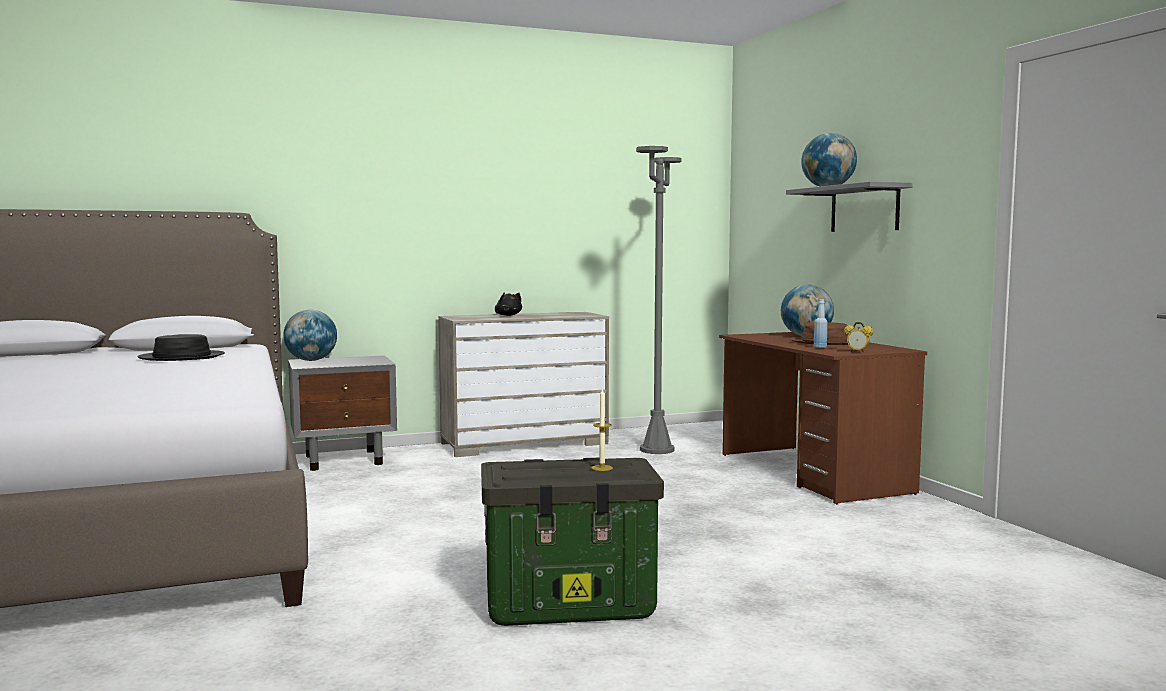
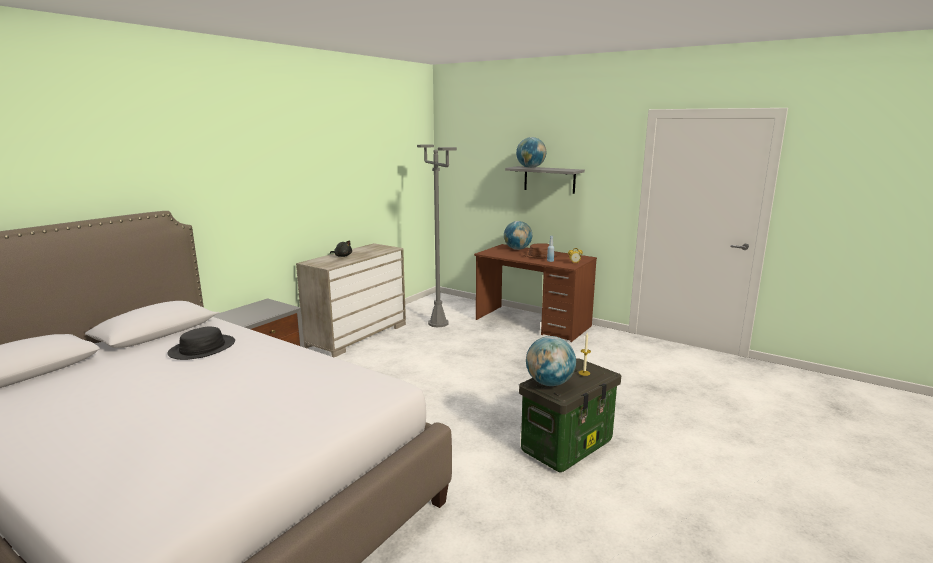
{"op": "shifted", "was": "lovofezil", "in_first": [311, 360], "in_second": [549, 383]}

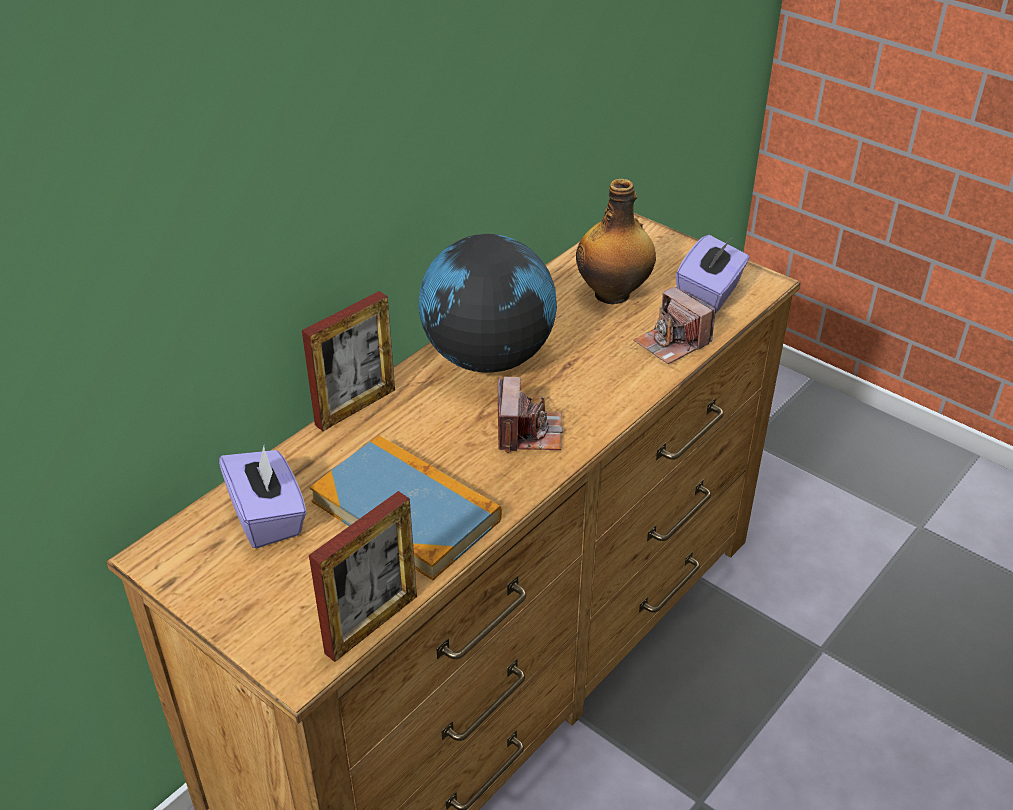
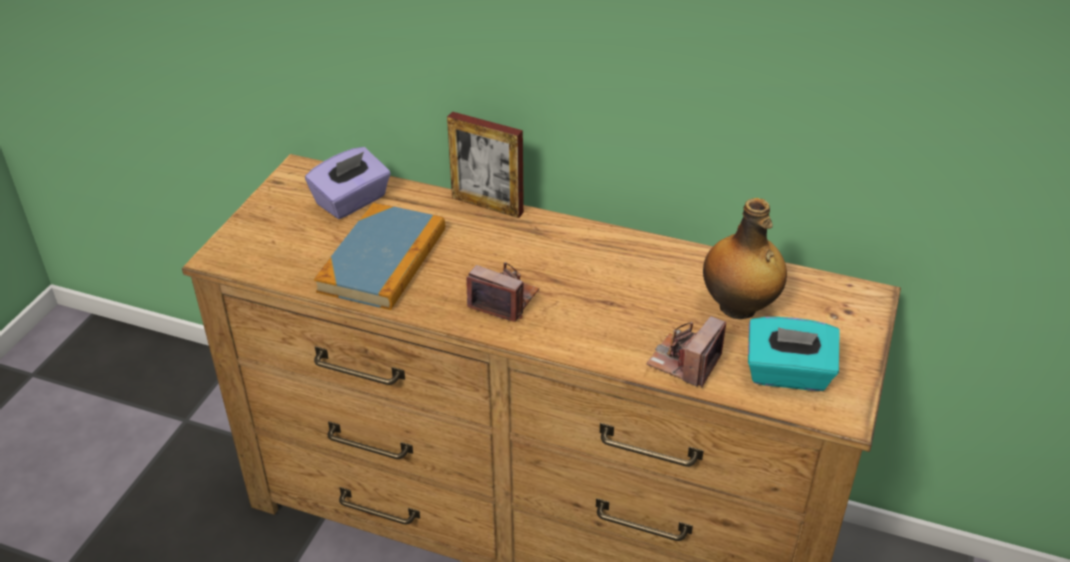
{"op": "gone", "was": "lovofezil", "in_first": [488, 358]}
{"op": "repainted", "was": "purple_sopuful", "now": "turquoise_sopuful", "in_first": [709, 294], "in_second": [788, 374]}
{"op": "rotated", "was": "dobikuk", "in_first": [528, 432], "in_second": [503, 300], "clockwise": -135}
{"op": "gone", "was": "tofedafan", "in_first": [371, 624]}

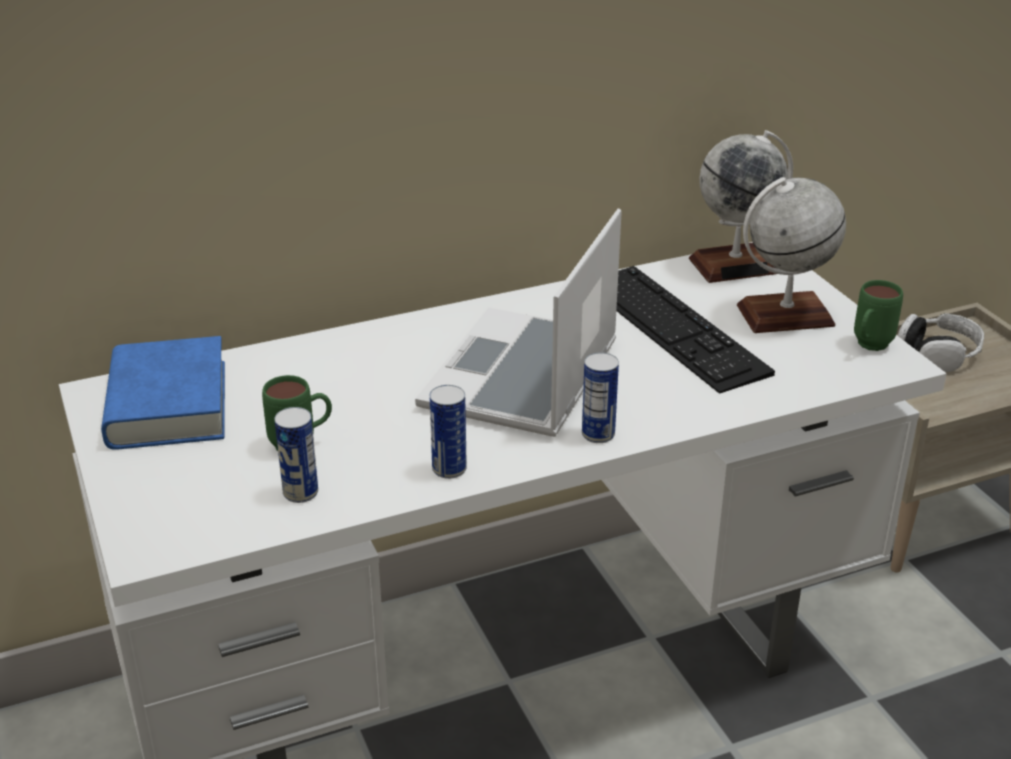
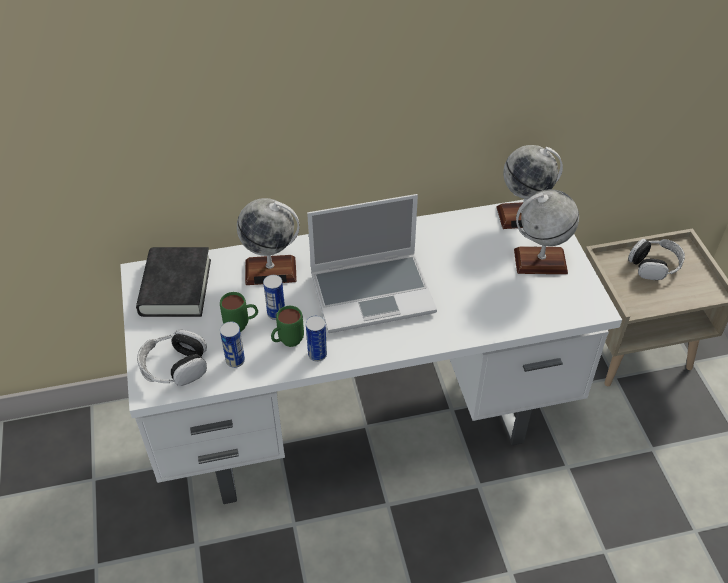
{"op": "rotated", "was": "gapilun", "in_first": [522, 378], "in_second": [373, 292], "clockwise": -135}
{"op": "gone", "was": "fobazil", "in_first": [673, 327]}
{"op": "shifted", "was": "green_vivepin", "in_first": [868, 347], "in_second": [287, 343]}
{"op": "repainted", "was": "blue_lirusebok", "now": "black_lirusebok", "in_first": [168, 405], "in_second": [175, 287]}
{"op": "shifted", "was": "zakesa", "in_first": [598, 434], "in_second": [276, 313]}
{"op": "new", "now": "lovofezil", "in_second": [271, 270]}
{"op": "new", "now": "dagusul", "in_second": [175, 367]}

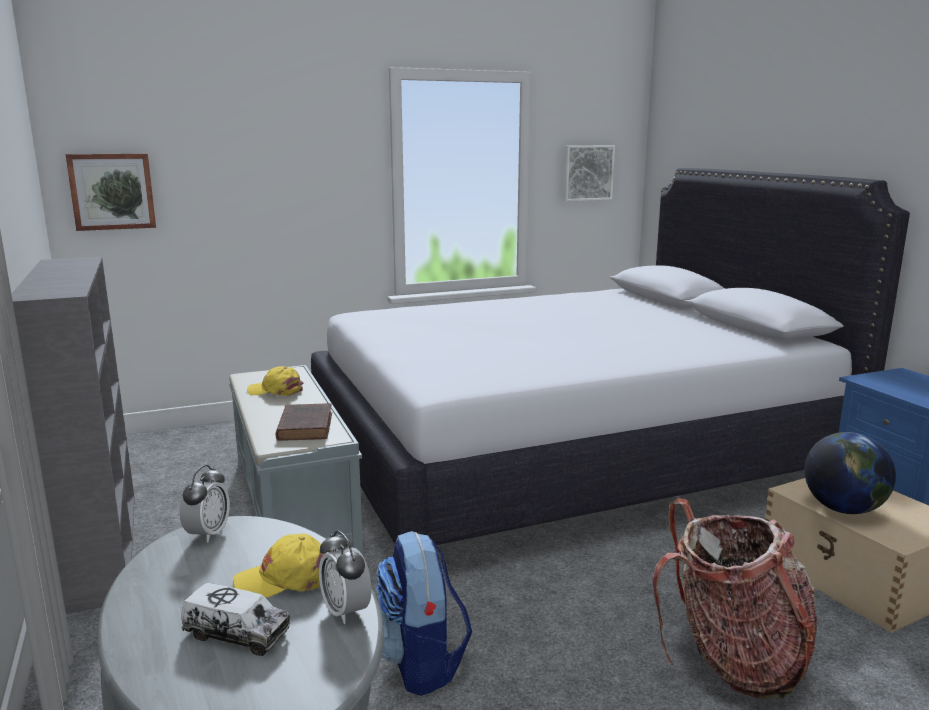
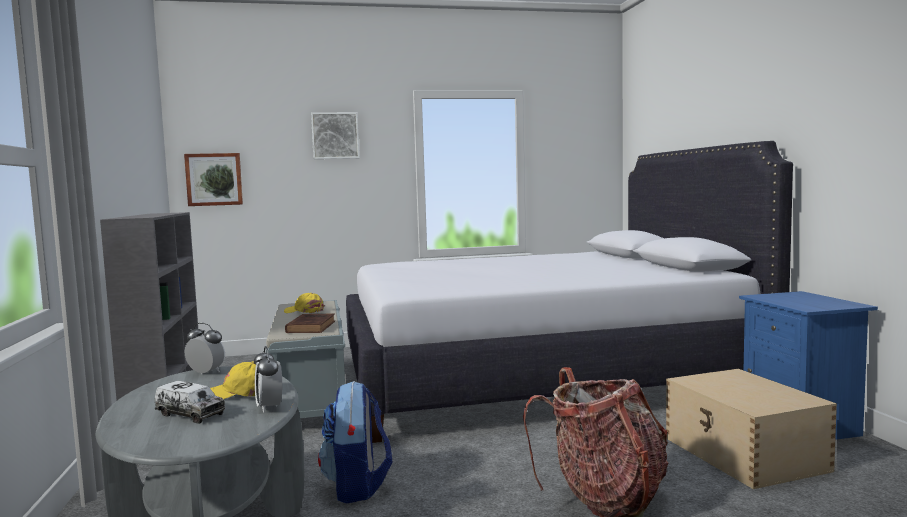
{"op": "shifted", "was": "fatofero", "in_first": [587, 172], "in_second": [335, 136]}
{"op": "gone", "was": "lovofezil", "in_first": [843, 509]}
{"op": "rotated", "was": "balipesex", "in_first": [208, 534], "in_second": [206, 373], "clockwise": -90}

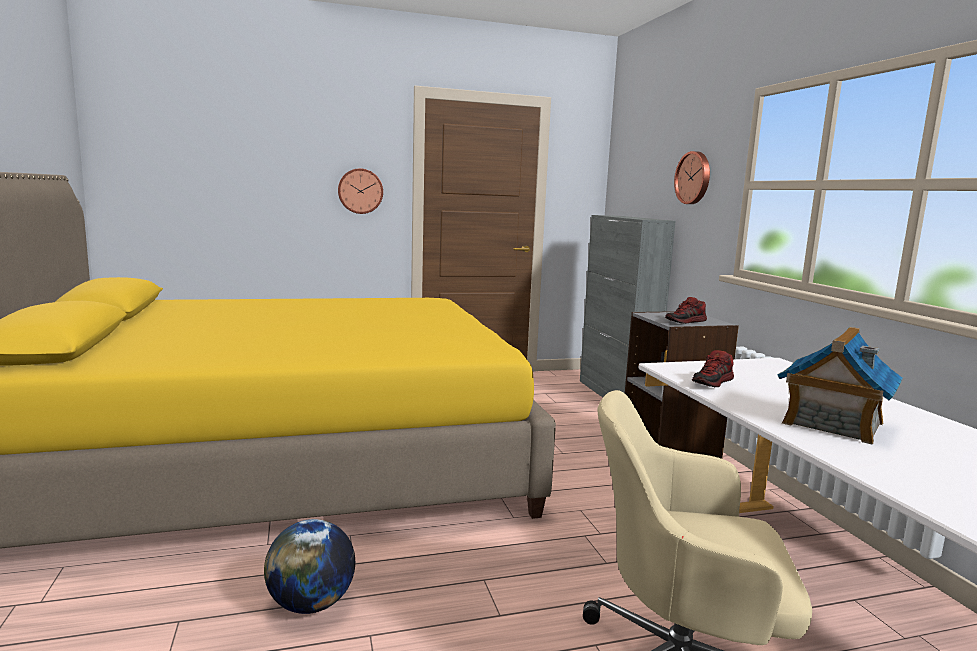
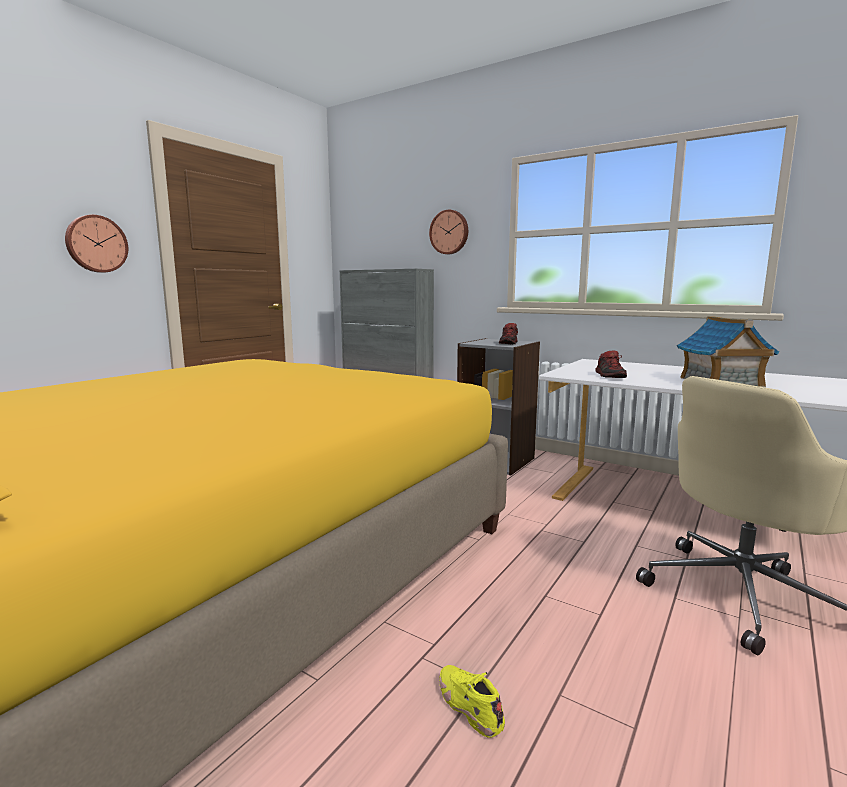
{"op": "swapped", "was": "lovofezil", "now": "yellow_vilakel", "in_first": [311, 604], "in_second": [468, 705]}

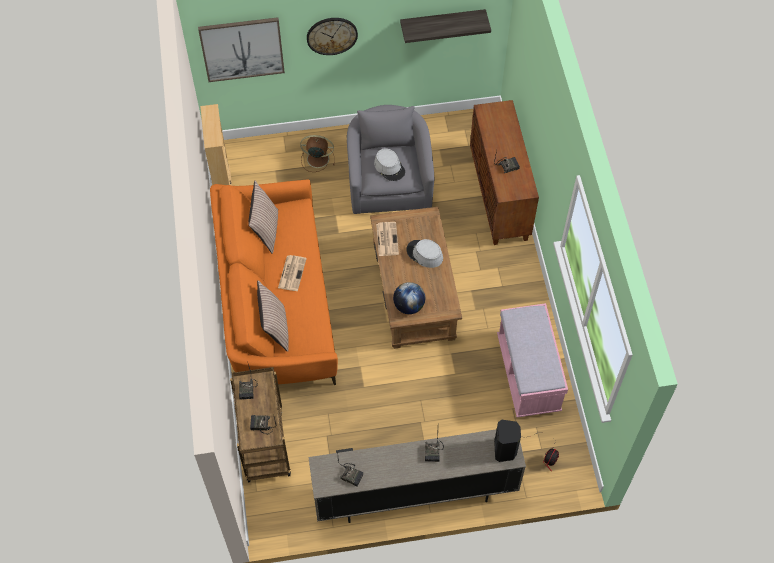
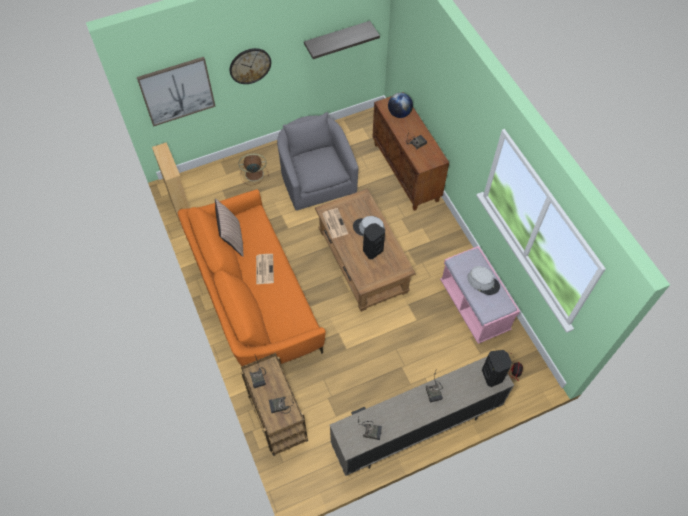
{"op": "shifted", "was": "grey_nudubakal", "in_first": [389, 167], "in_second": [483, 282]}
{"op": "gone", "was": "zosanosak", "in_first": [275, 328]}
{"op": "shifted", "was": "lovofezil", "in_first": [409, 306], "in_second": [399, 113]}
{"op": "new", "now": "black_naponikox", "in_second": [372, 250]}

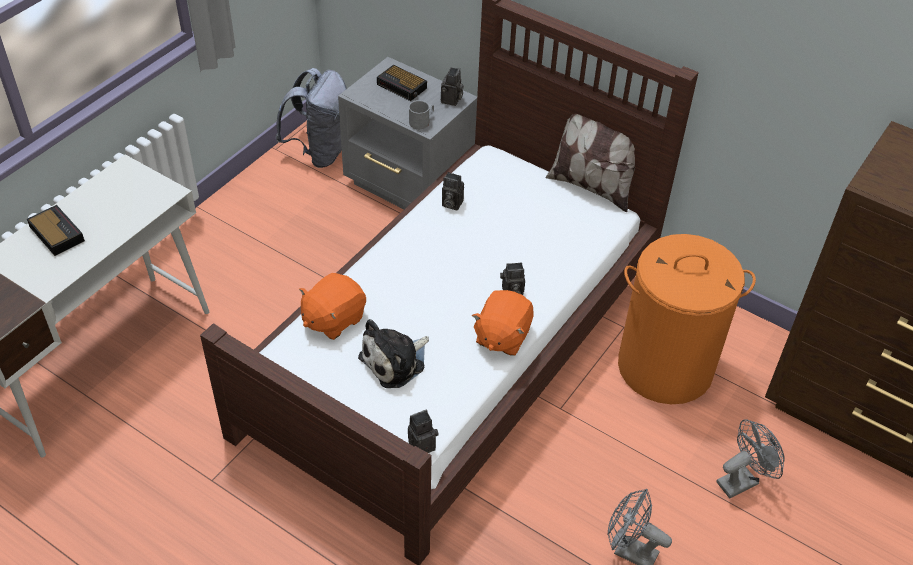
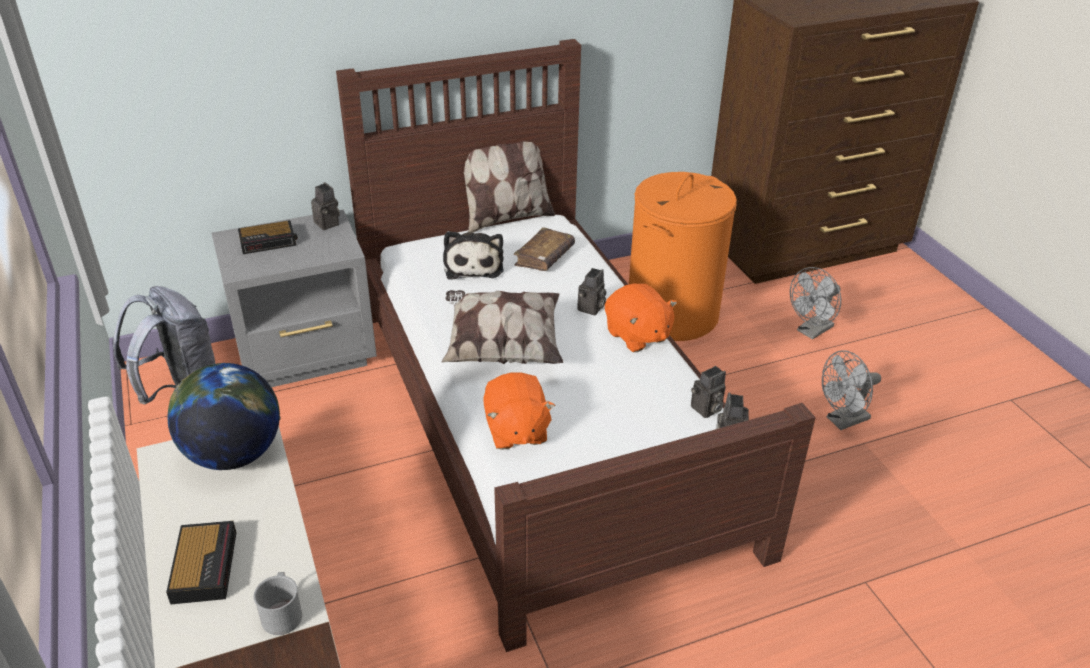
{"op": "shifted", "was": "grey_vivepin", "in_first": [422, 121], "in_second": [282, 612]}
{"op": "shifted", "was": "dobikuk", "in_first": [451, 203], "in_second": [706, 410]}
{"op": "rotated", "was": "balipesex", "in_first": [56, 233], "in_second": [205, 565], "clockwise": 90}
{"op": "shifted", "was": "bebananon", "in_first": [395, 361], "in_second": [473, 265]}
{"op": "rotated", "was": "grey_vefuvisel", "in_first": [742, 480], "in_second": [811, 331], "clockwise": -135}
{"op": "new", "now": "brown_lirusebok", "in_second": [544, 257]}
{"op": "new", "now": "zosanosak", "in_second": [502, 347]}
{"op": "new", "now": "lovofezil", "in_second": [234, 455]}

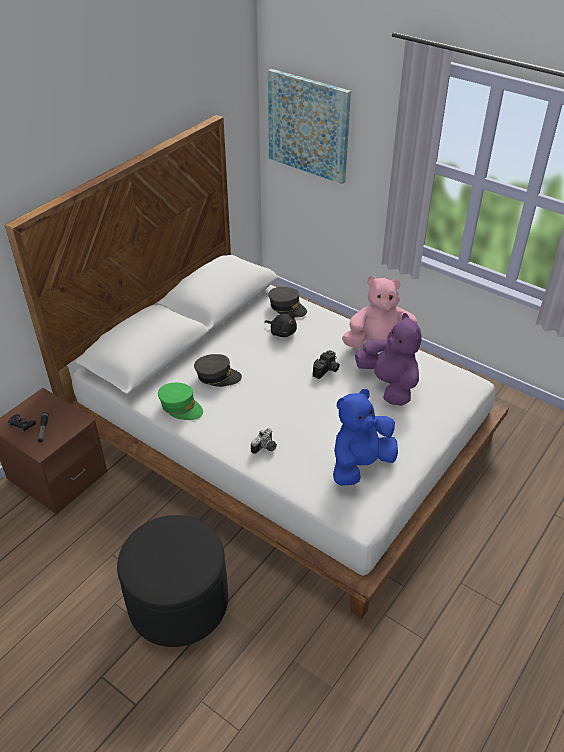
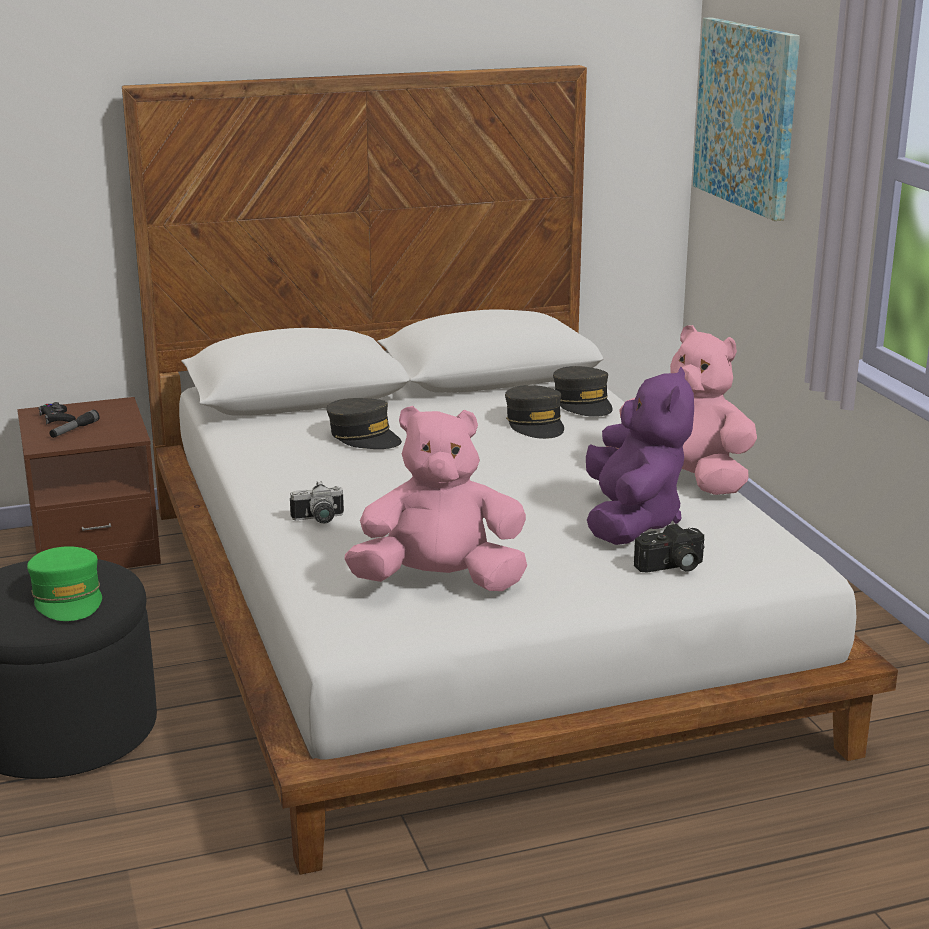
{"op": "swapped", "was": "black_bebananon", "now": "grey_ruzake", "in_first": [282, 332], "in_second": [535, 424]}
{"op": "shifted", "was": "dobikuk", "in_first": [326, 370], "in_second": [671, 567]}
{"op": "shifted", "was": "green_ruzake", "in_first": [181, 407], "in_second": [68, 598]}
{"op": "repainted", "was": "blue_bebananon", "now": "pink_bebananon", "in_first": [360, 464], "in_second": [440, 582]}

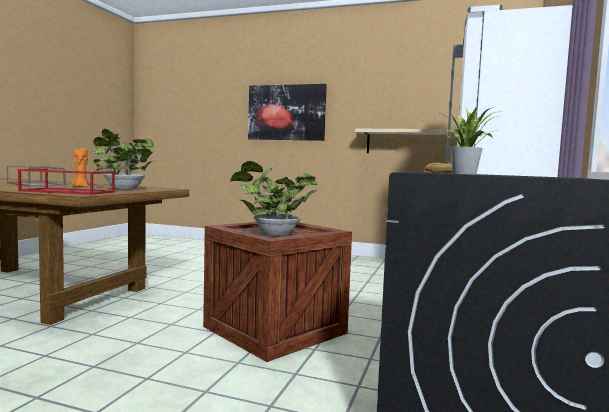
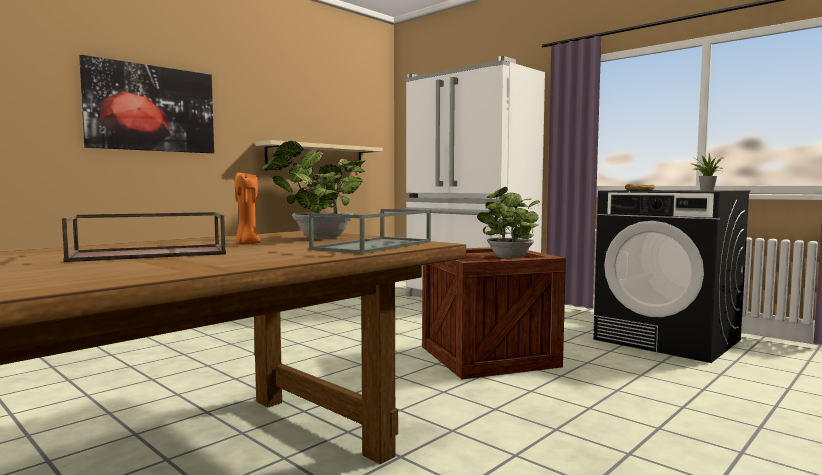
{"op": "repainted", "was": "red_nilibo", "now": "grey_nilibo", "in_first": [66, 191], "in_second": [374, 246]}

